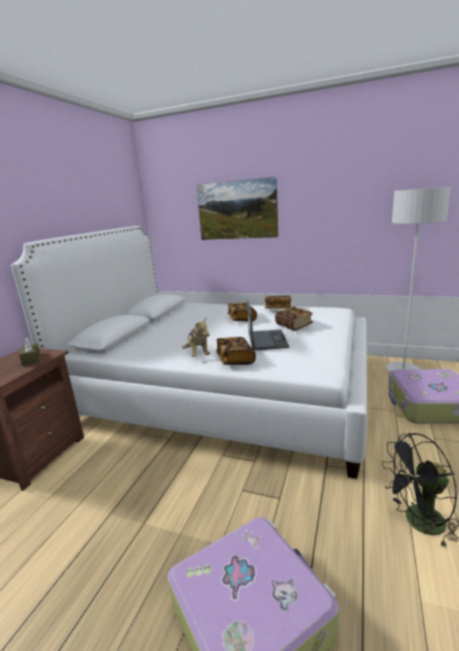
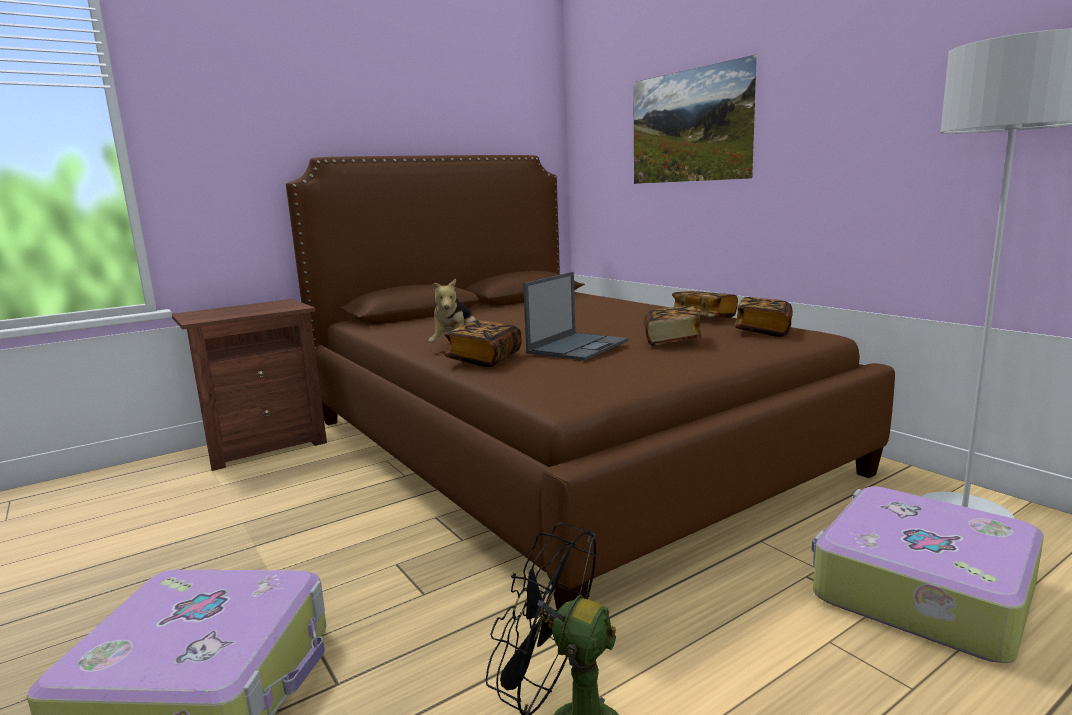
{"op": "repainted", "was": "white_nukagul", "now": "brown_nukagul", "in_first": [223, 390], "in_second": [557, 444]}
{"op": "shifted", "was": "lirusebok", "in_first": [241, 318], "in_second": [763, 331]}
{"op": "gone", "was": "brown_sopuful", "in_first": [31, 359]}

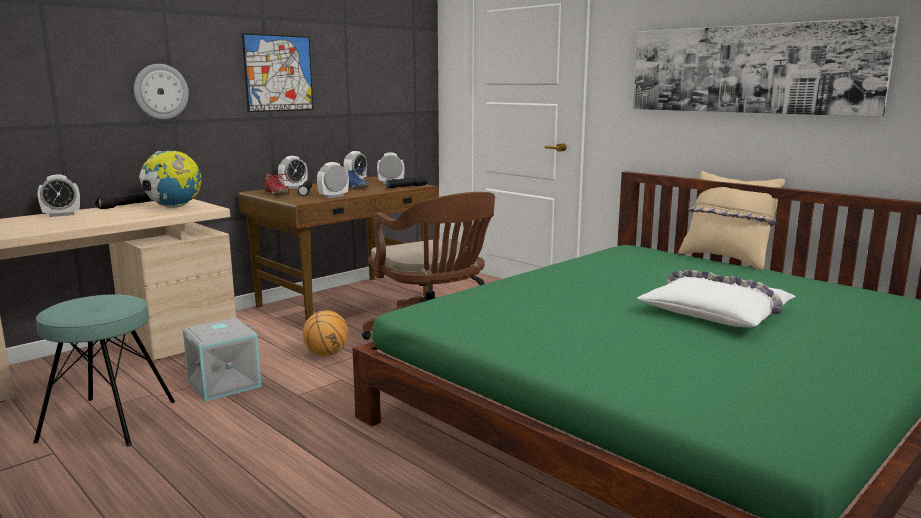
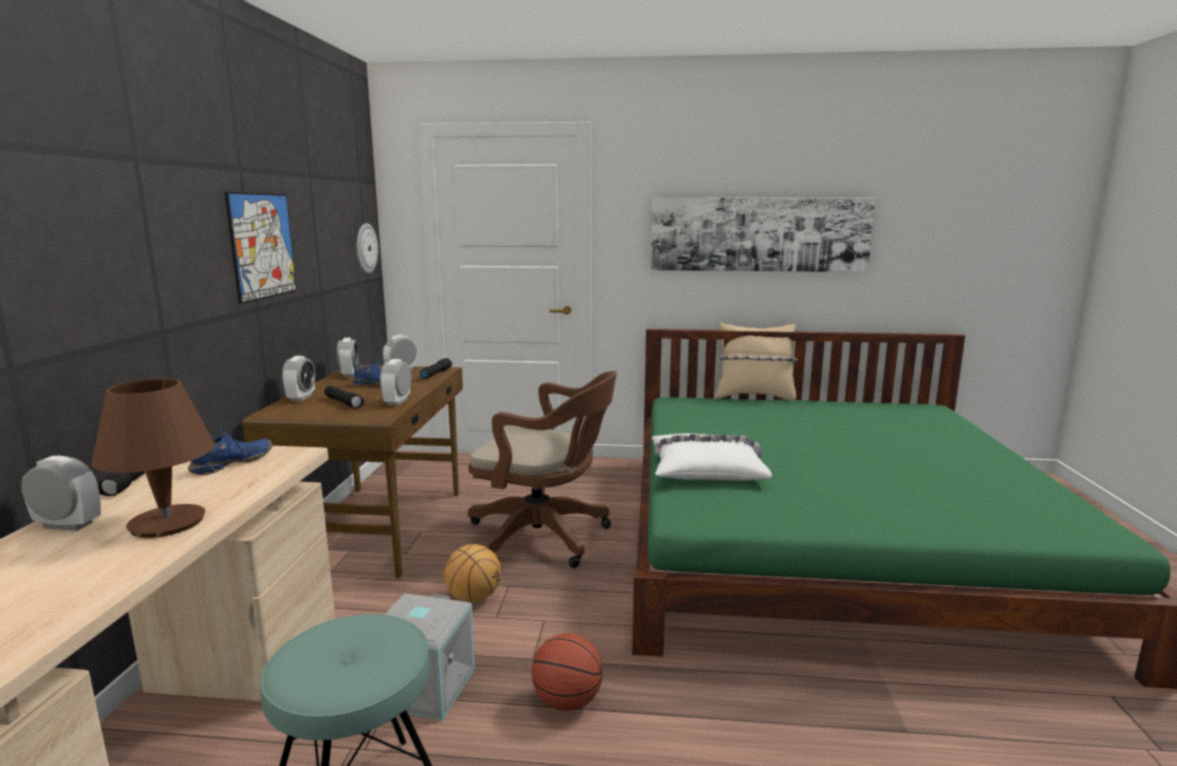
{"op": "shifted", "was": "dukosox", "in_first": [161, 91], "in_second": [365, 248]}
{"op": "swapped", "was": "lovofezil", "now": "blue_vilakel", "in_first": [173, 207], "in_second": [232, 464]}
{"op": "gone", "was": "red_vilakel", "in_first": [276, 194]}
{"op": "rotated", "was": "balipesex", "in_first": [62, 215], "in_second": [68, 525], "clockwise": -105}
{"op": "shifted", "was": "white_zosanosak", "in_first": [717, 312], "in_second": [706, 469]}
{"op": "new", "now": "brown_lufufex", "in_second": [168, 522]}
{"op": "new", "now": "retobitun", "in_second": [567, 701]}

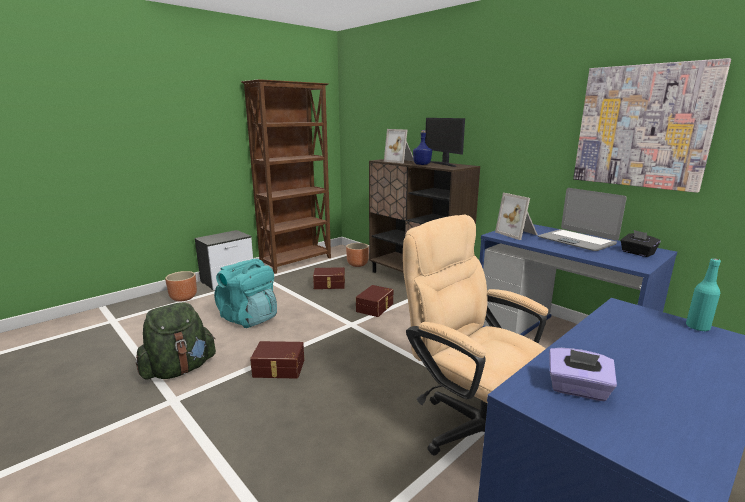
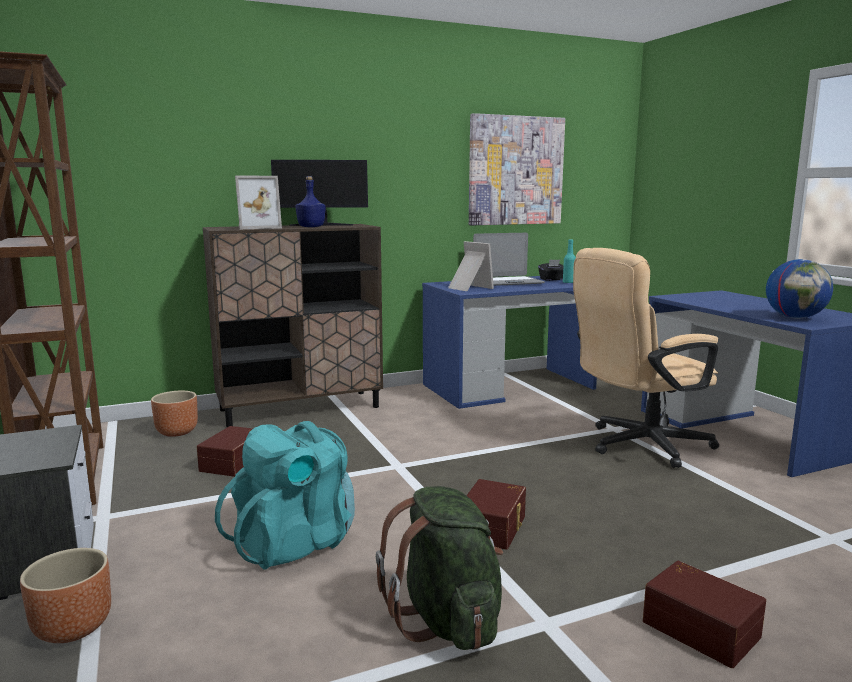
{"op": "rotated", "was": "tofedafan", "in_first": [518, 234], "in_second": [468, 288], "clockwise": -120}
{"op": "shifted", "was": "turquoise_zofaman", "in_first": [697, 327], "in_second": [568, 282]}
{"op": "shifted", "was": "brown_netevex", "in_first": [375, 307], "in_second": [701, 628]}
{"op": "swapped", "was": "purple_sopuful", "now": "lovofezil", "in_first": [577, 389], "in_second": [795, 317]}

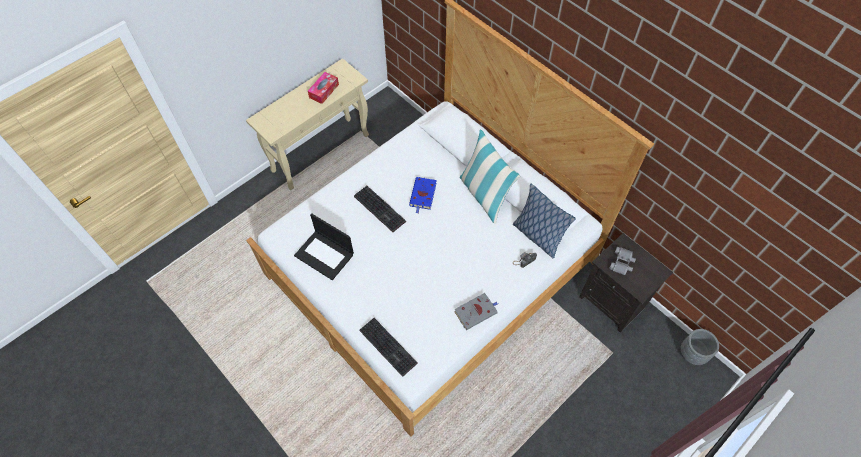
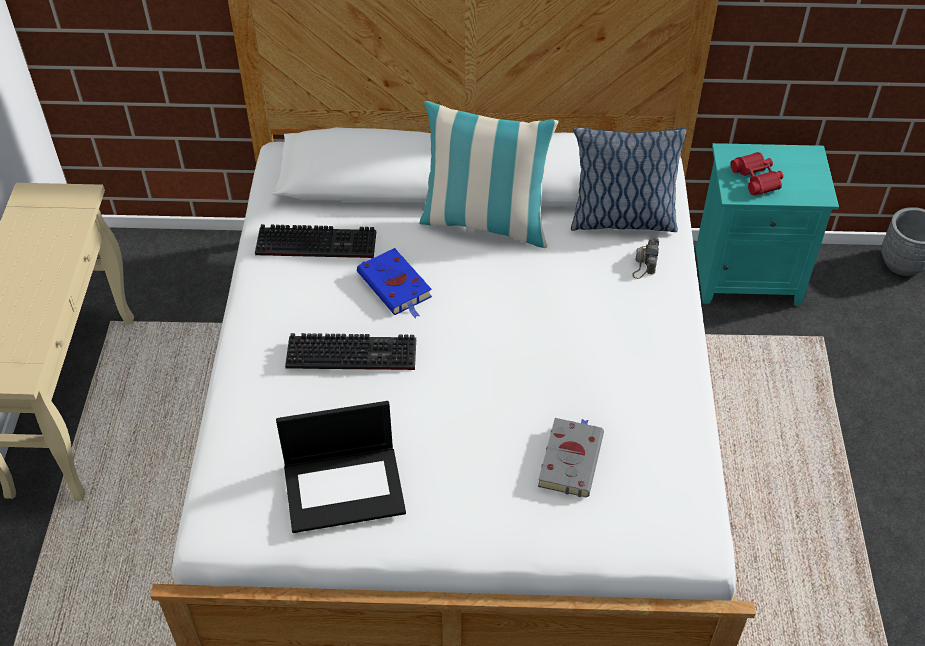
{"op": "gone", "was": "sopuful", "in_first": [324, 91]}
{"op": "repainted", "was": "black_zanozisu", "now": "turquoise_zanozisu", "in_first": [614, 301], "in_second": [748, 275]}
{"op": "repainted", "was": "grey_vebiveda", "now": "red_vebiveda", "in_first": [622, 263], "in_second": [757, 178]}
{"op": "shifted", "was": "grey_lirusebok", "in_first": [476, 312], "in_second": [570, 458]}
{"op": "shifted", "was": "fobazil", "in_first": [390, 346], "in_second": [318, 242]}

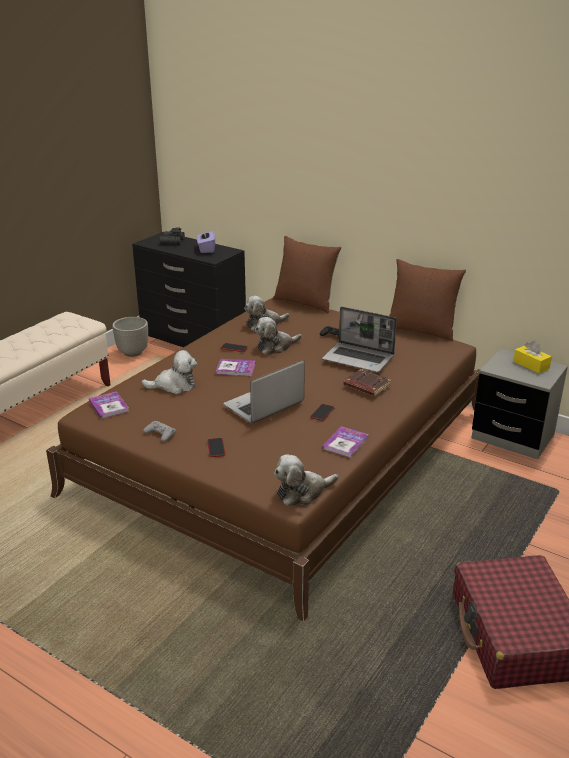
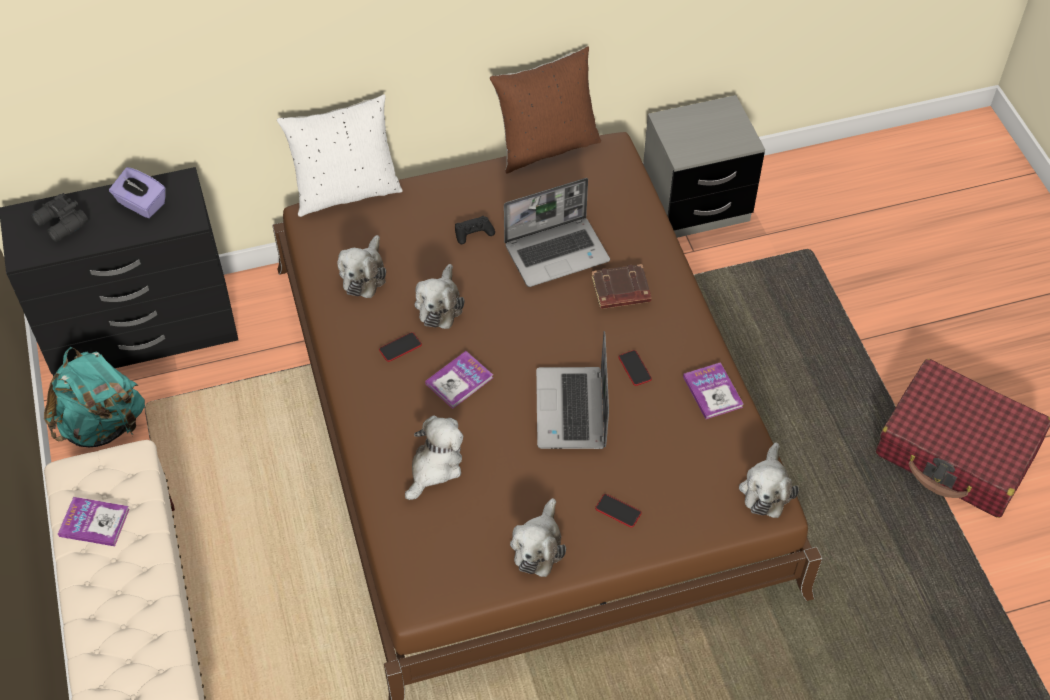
{"op": "repainted", "was": "brown_zosanosak", "now": "white_zosanosak", "in_first": [305, 302], "in_second": [346, 191]}
{"op": "swapped", "was": "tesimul", "now": "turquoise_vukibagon", "in_first": [133, 352], "in_second": [103, 425]}
{"op": "gone", "was": "yellow_sopuful", "in_first": [531, 365]}
{"op": "shifted", "was": "lirusebok", "in_first": [109, 406], "in_second": [94, 522]}
{"op": "swapped", "was": "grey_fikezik", "now": "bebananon", "in_first": [160, 434], "in_second": [538, 546]}

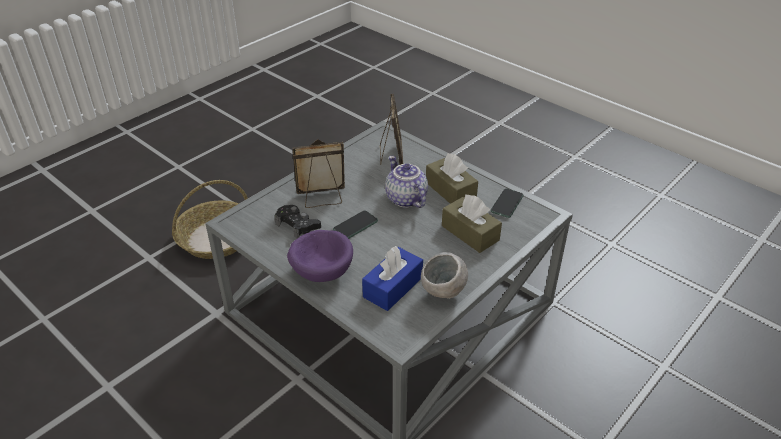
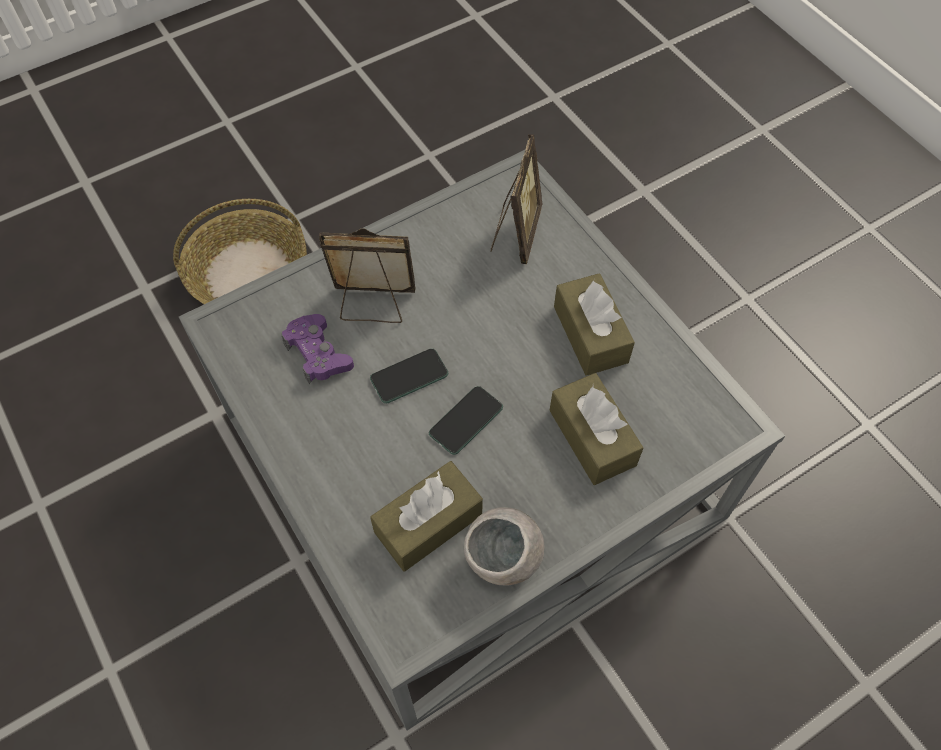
{"op": "gone", "was": "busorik", "in_first": [405, 199]}
{"op": "shifted", "was": "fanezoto", "in_first": [507, 204], "in_second": [466, 421]}
{"op": "repainted", "was": "black_fikezik", "now": "purple_fikezik", "in_first": [297, 225], "in_second": [318, 354]}
{"op": "gone", "was": "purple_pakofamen", "in_first": [322, 270]}
{"op": "repainted", "was": "blue_sopuful", "now": "brown_sopuful", "in_first": [393, 287], "in_second": [428, 523]}

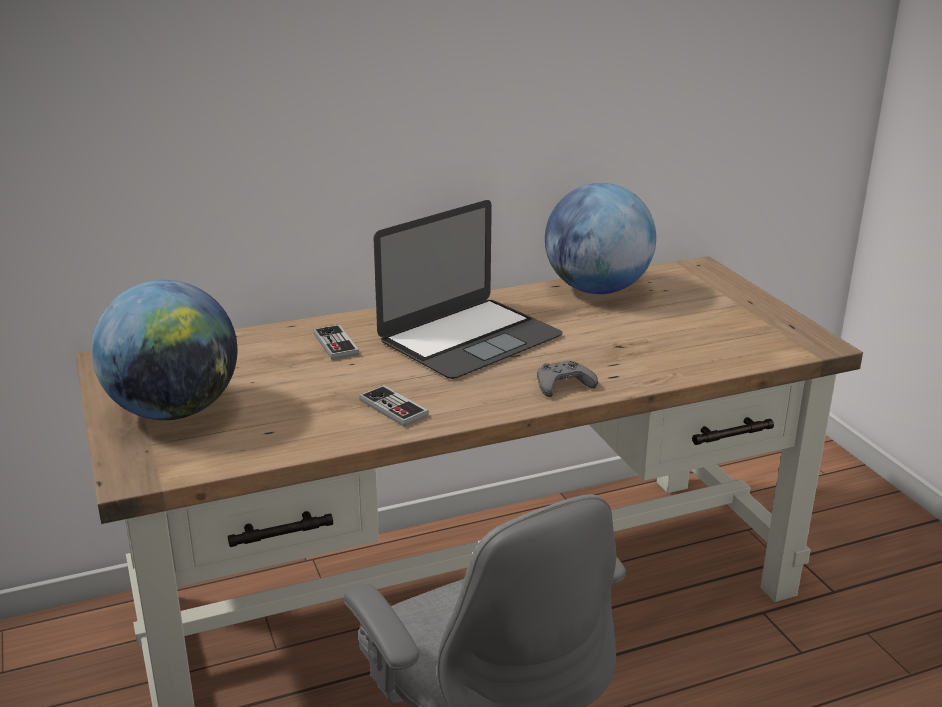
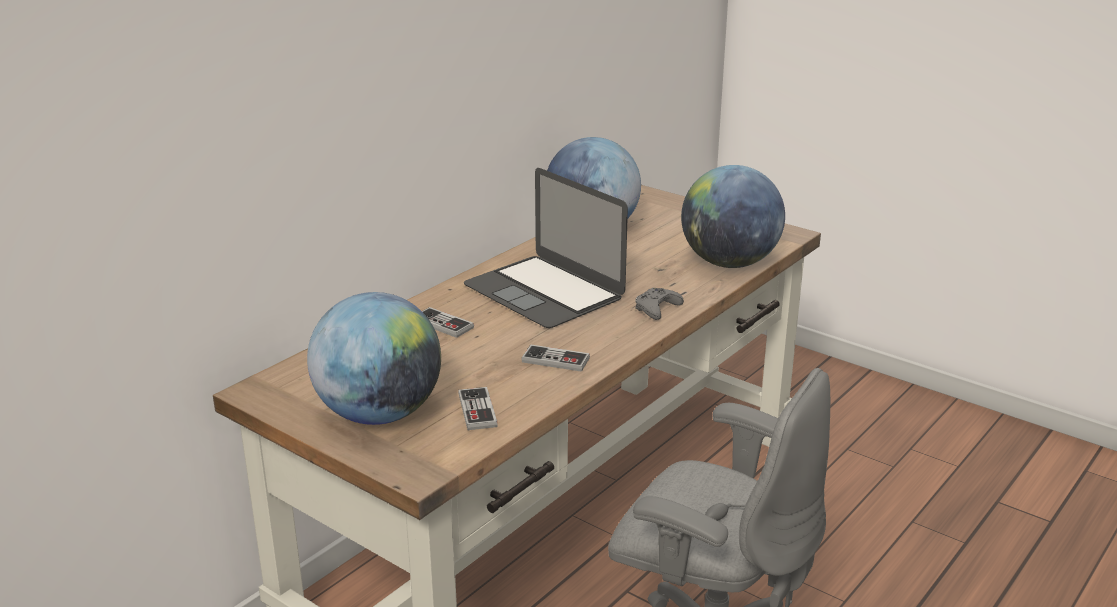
{"op": "rotated", "was": "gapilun", "in_first": [470, 338], "in_second": [544, 291], "clockwise": 120}
{"op": "new", "now": "lovofezil", "in_second": [729, 263]}
{"op": "new", "now": "fikezik", "in_second": [477, 410]}

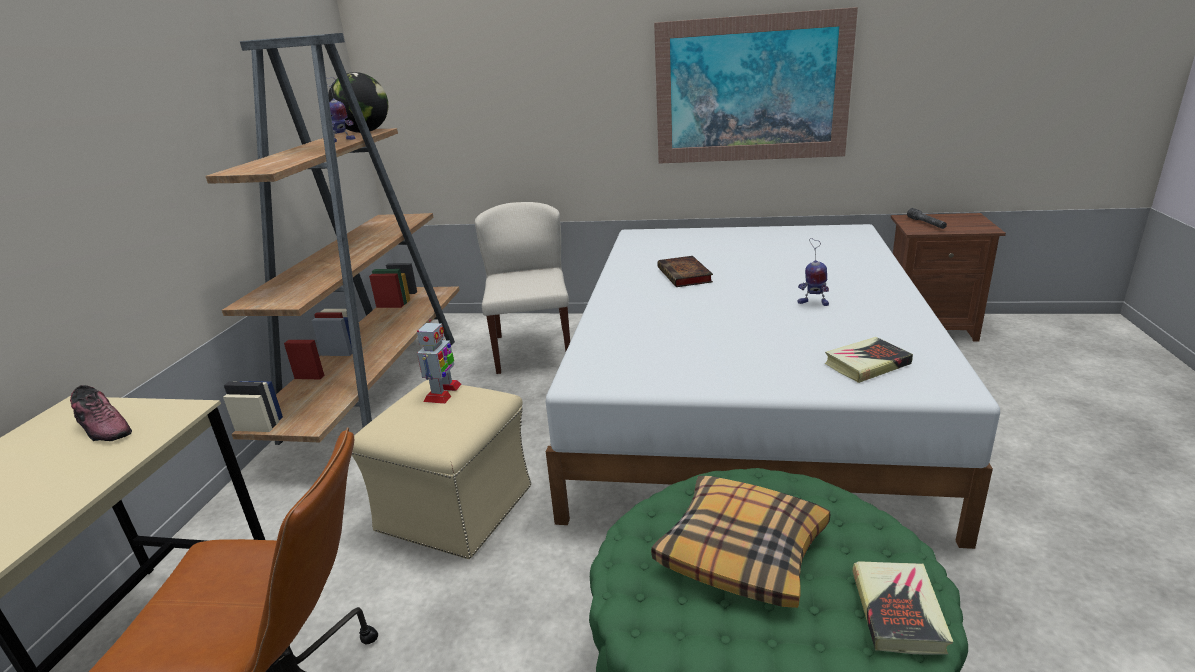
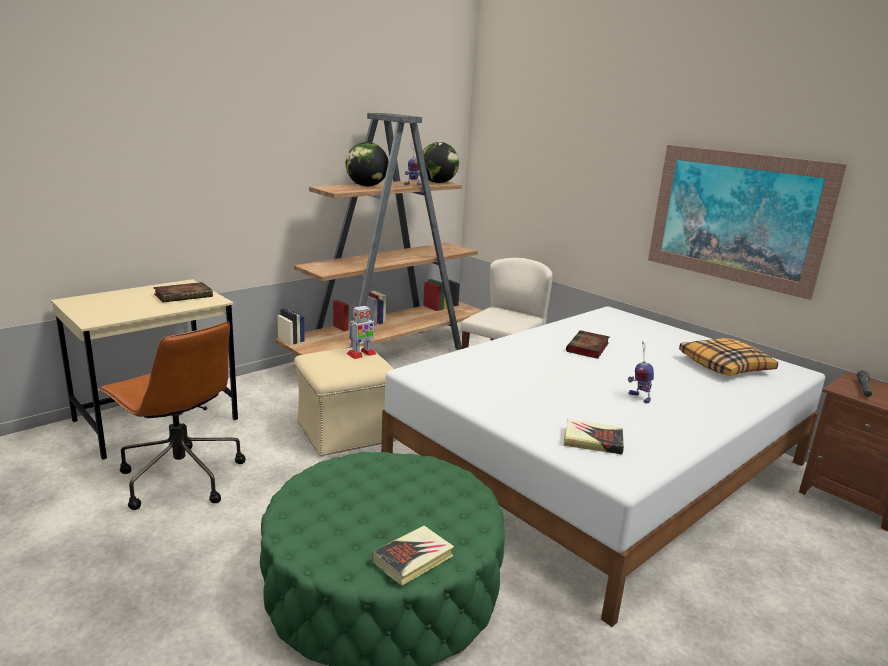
{"op": "swapped", "was": "vilakel", "now": "lirusebok", "in_first": [105, 428], "in_second": [184, 295]}
{"op": "shifted", "was": "zosanosak", "in_first": [742, 551], "in_second": [725, 366]}
{"op": "new", "now": "lovofezil", "in_second": [366, 186]}

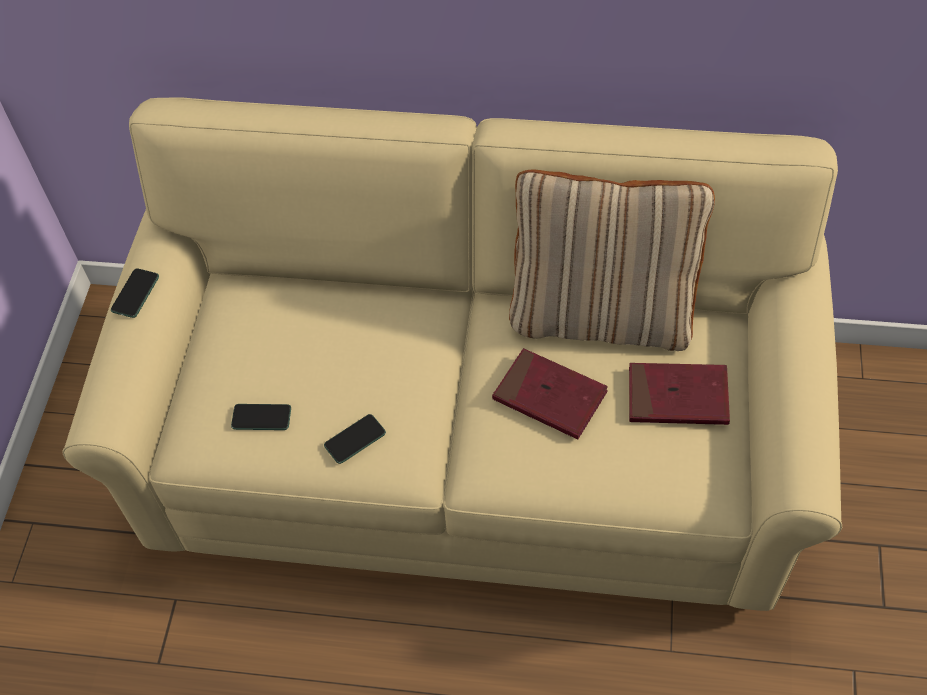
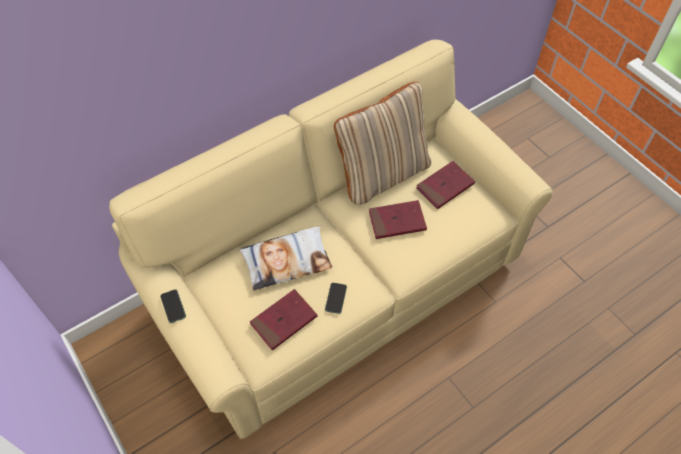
{"op": "swapped", "was": "fanezoto", "now": "red_lirusebok", "in_first": [261, 417], "in_second": [284, 321]}
{"op": "new", "now": "zosanosak", "in_second": [286, 261]}

